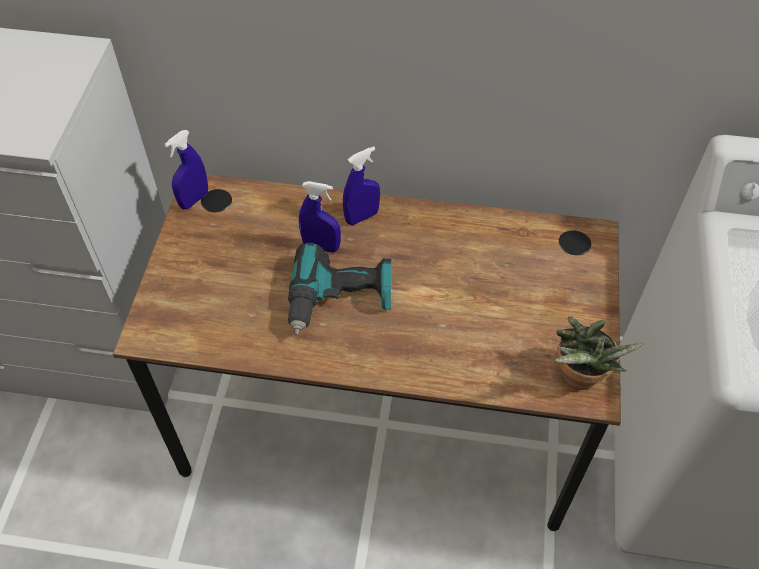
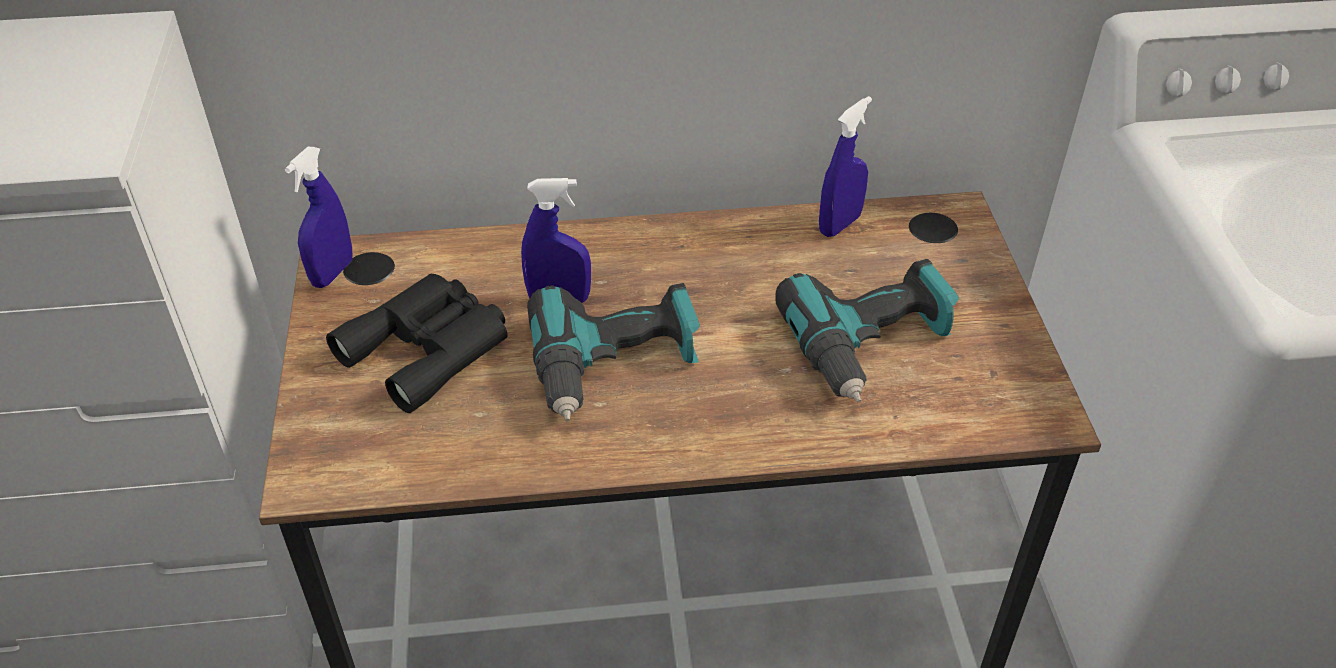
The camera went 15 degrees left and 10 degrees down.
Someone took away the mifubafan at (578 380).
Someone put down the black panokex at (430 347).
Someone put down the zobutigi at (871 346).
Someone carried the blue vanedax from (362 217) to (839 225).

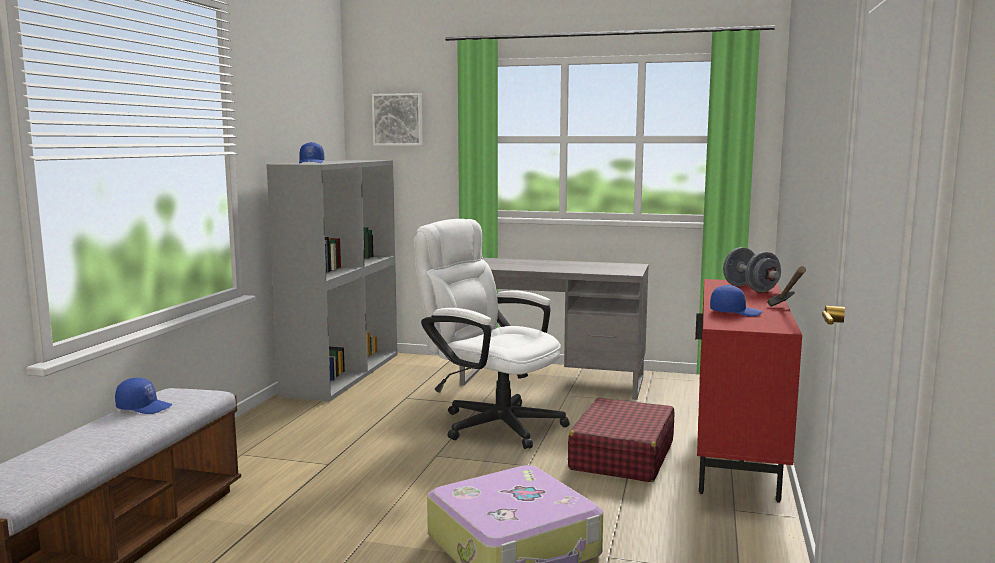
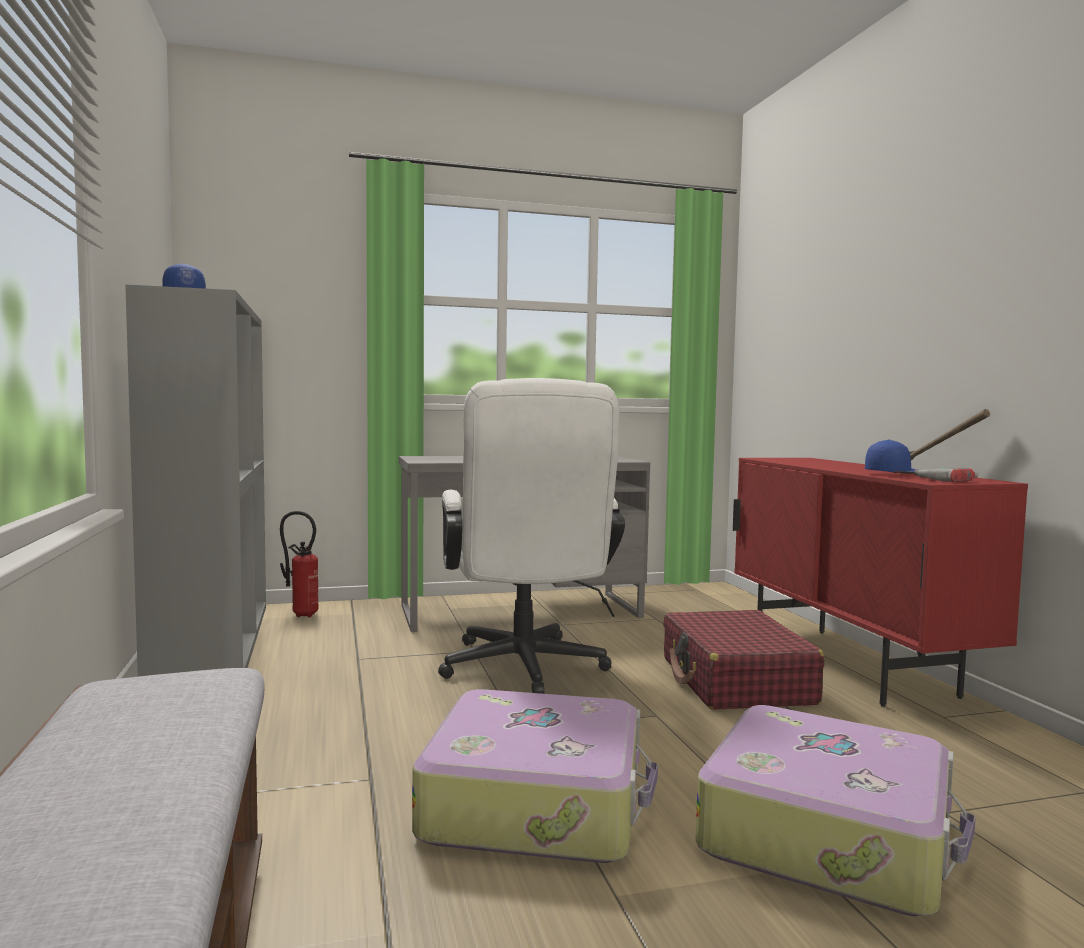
The camera went 30 degrees left and 5 degrees down.
Someone took away the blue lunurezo at (144 407).
Someone took away the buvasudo at (398 119).
Someone took away the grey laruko at (750 288).
Someone put down the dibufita at (301 614).
Someone put down the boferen at (537 802).
Someone put down the zobutigi at (937 479).
Someone rotated the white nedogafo at (491 423) by 105 degrees counterclockwise.

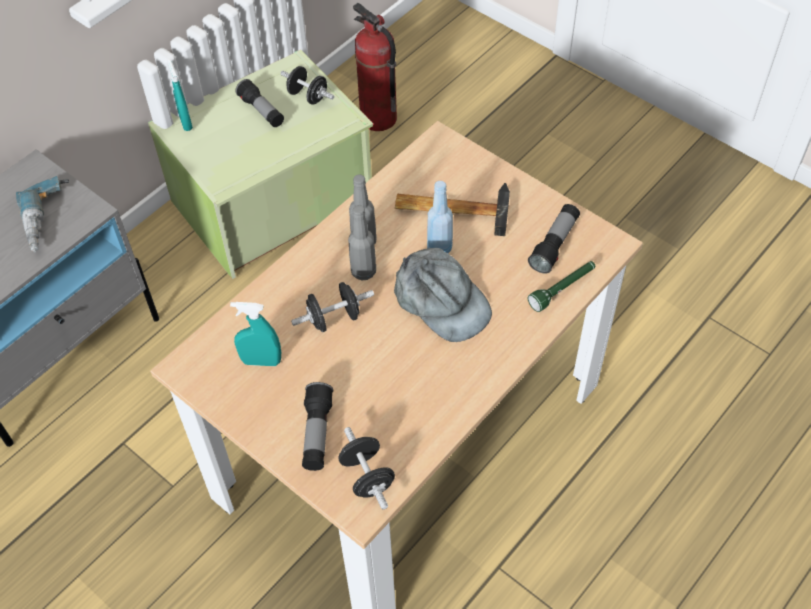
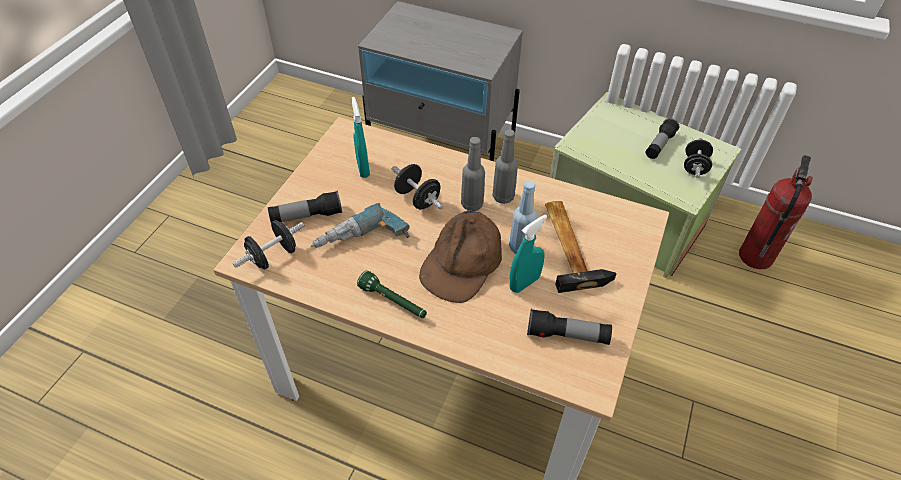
The camera went 70 degrees right and 5 degrees down.
Someone carried the zobutigi from (50 220) to (362 243).
Someone carried the turquoise vanedax from (185 122) to (524 283).
Someone carried the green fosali from (562 289) to (393 302).
Someone repainted the grey lunurezo at (441 301), which became the brown lunurezo at (462 262).

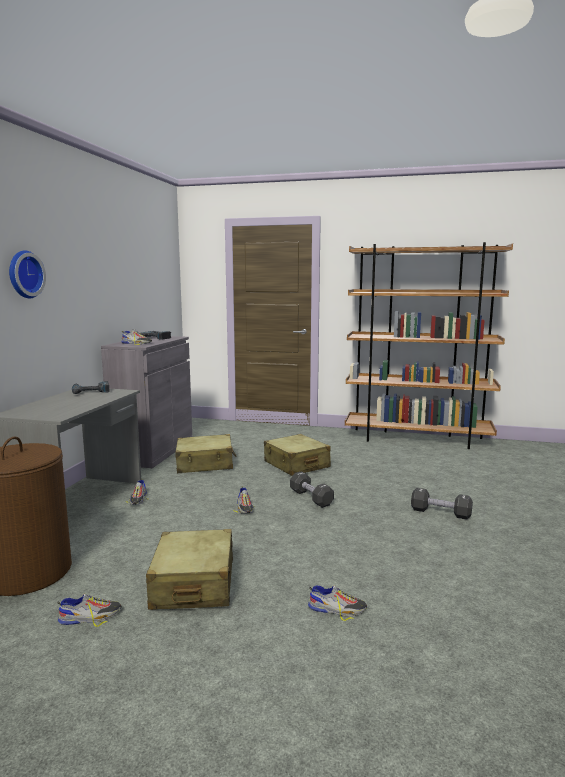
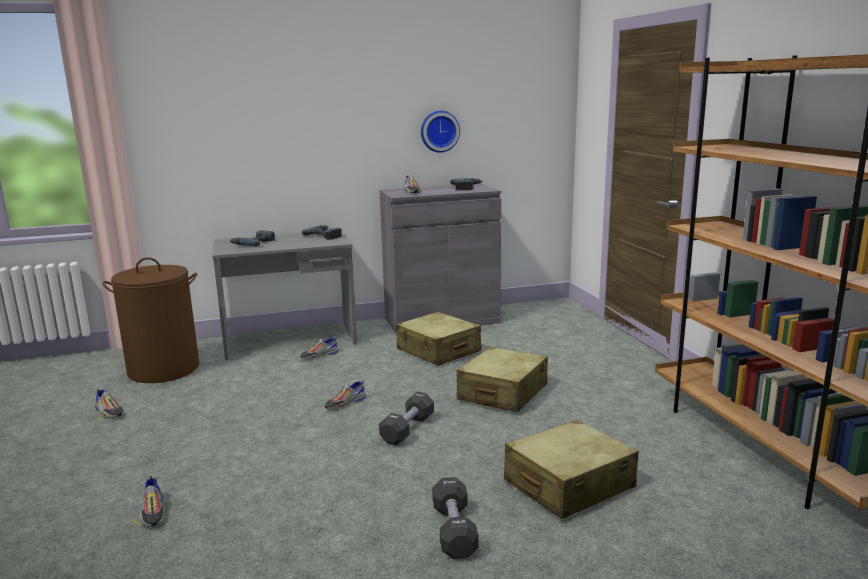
The camera went 60 degrees right and 5 degrees up.
Someone put down the zobutigi at (253 243).
Someone carried the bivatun from (23 274) to (439 131).
Someone carried the beige boferen from (193 584) to (568 485).

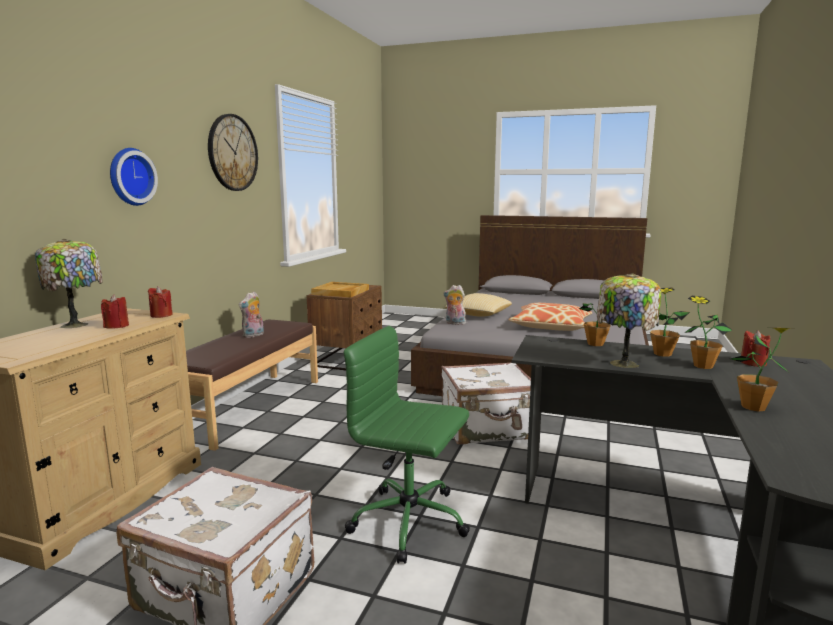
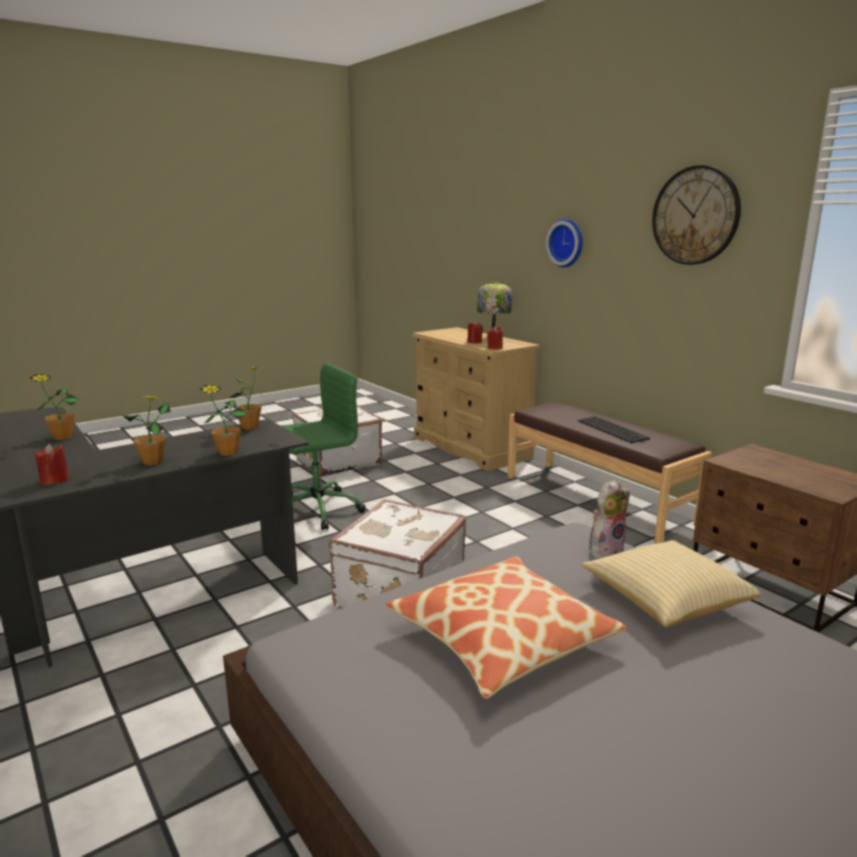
The camera went 125 degrees right and 5 degrees up.
Someone took away the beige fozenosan at (341 292).
Someone took away the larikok at (622 364).
Someone carried the mifubafan from (703 366) to (250 427).
Someone swapped the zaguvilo at (253 335) for the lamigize at (613 429).

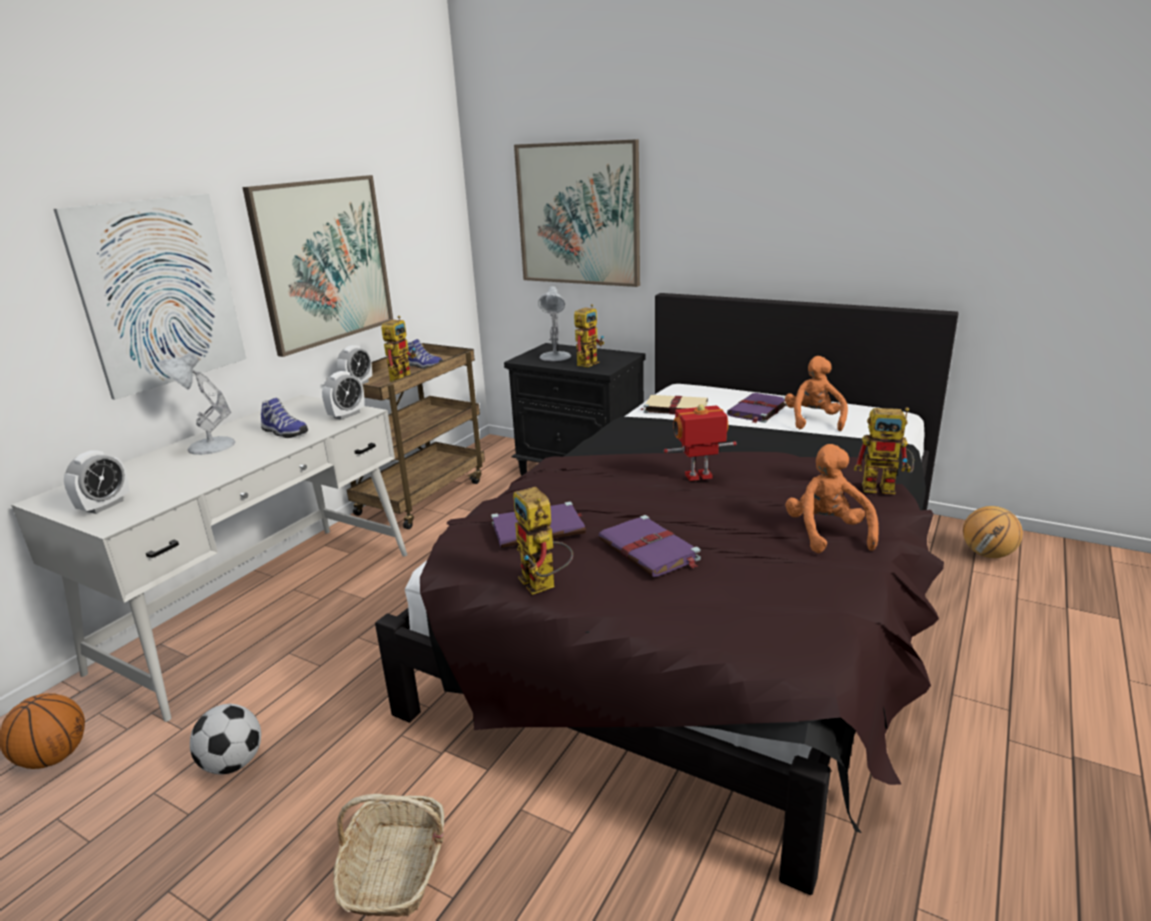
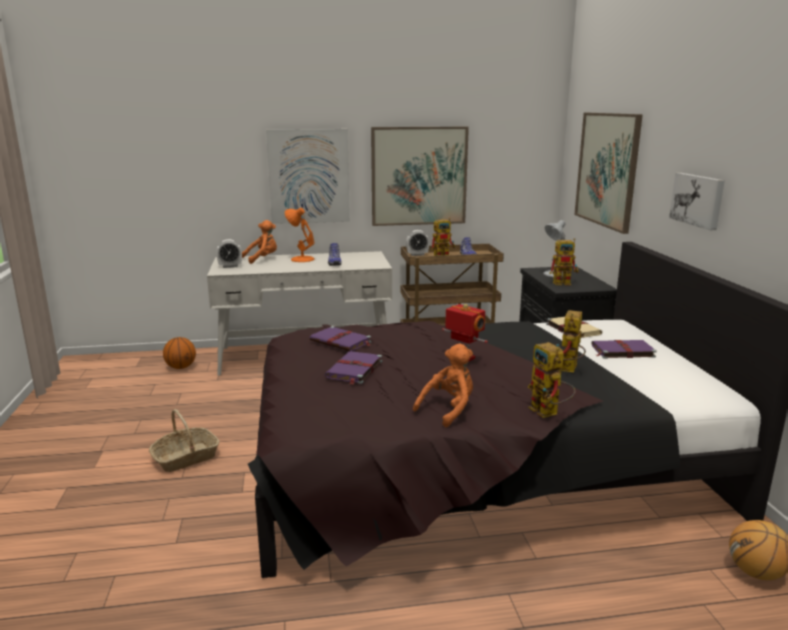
The camera went 50 degrees right and 5 degrees down.
Someone took away the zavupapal at (233 763).
Someone took away the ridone at (347 415).
Someone put up the buvasudo at (698 200).
Someone carried the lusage from (544 585) to (569 370).
Someone carried the orange zaguvilo from (814 421) to (262 259).
Someone repainted the white larikok at (209 446), which became the orange larikok at (301 259).

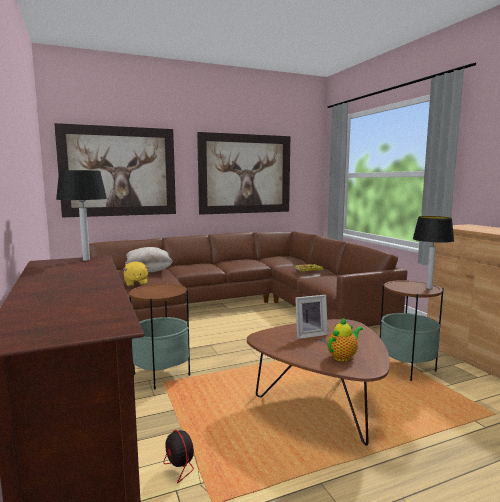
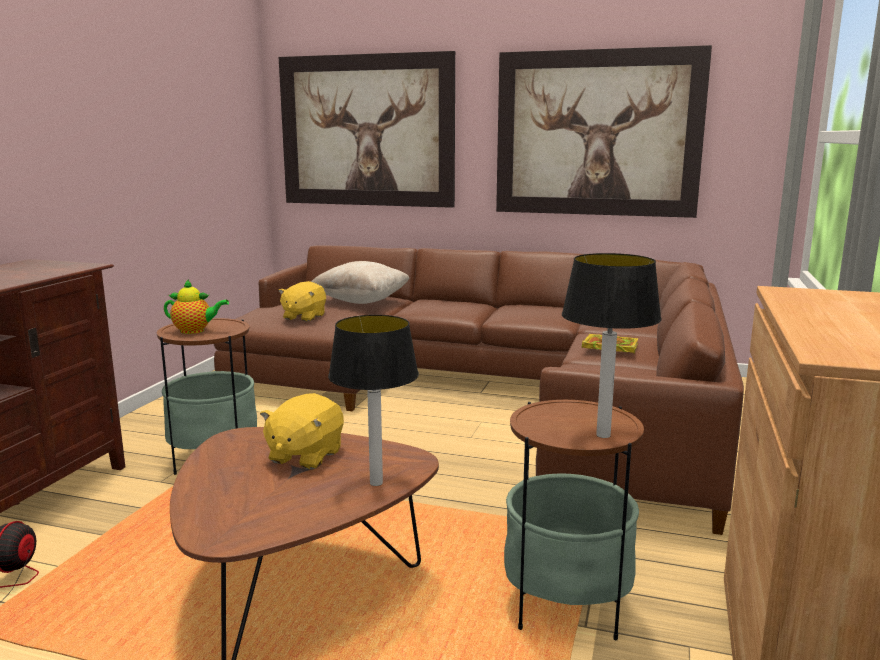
The camera went 40 degrees right and 5 degrees up.
Someone carried the larikok from (85 260) to (375 483).
Someone carried the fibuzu from (343 357) to (195 331).
Someone swapped the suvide at (309 334) for the yellow zaguvilo at (304 456).

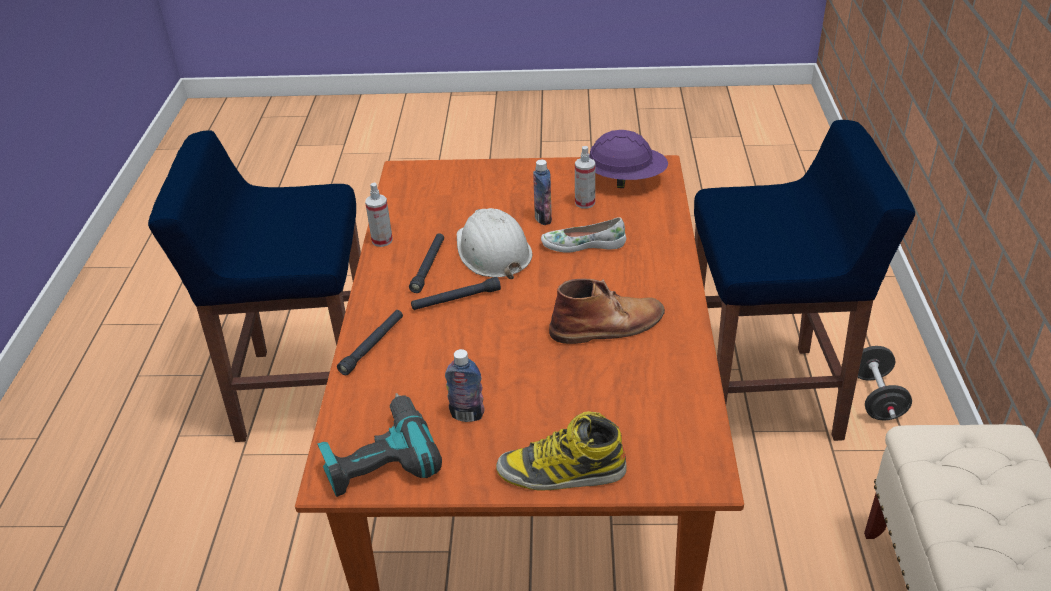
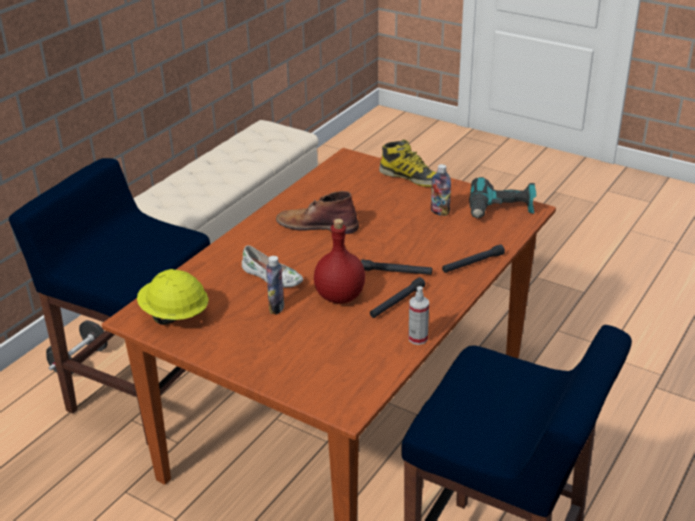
The camera went 150 degrees left and 5 degrees down.
Someone took away the vanedax at (585 203).
Someone swapped the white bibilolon at (492 251) for the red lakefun at (340 296).
Someone repainted the purple bibilolon at (626 180), which became the yellow bibilolon at (174 315).

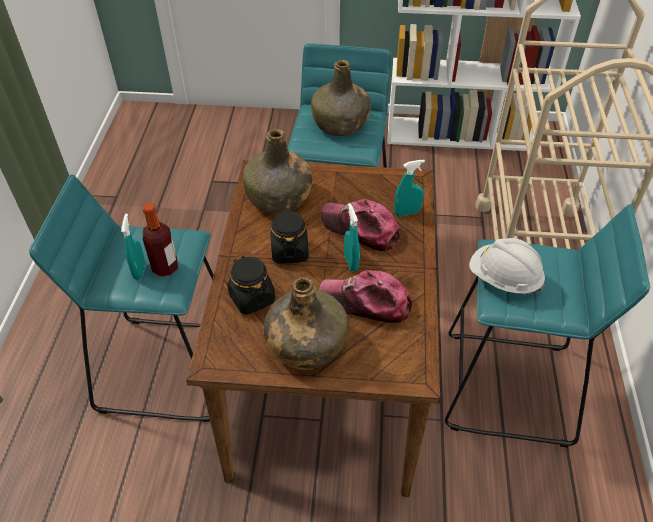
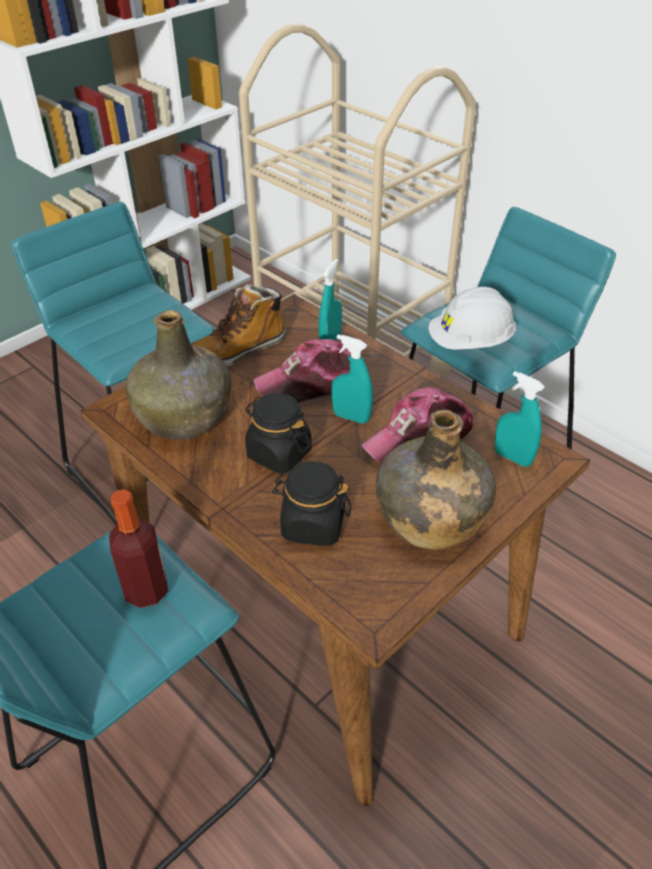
The camera went 50 degrees left and 5 degrees down.
Someone took away the green lakefun at (340 124).
Someone put down the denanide at (238 351).
Someone carried the turquoise vanedax from (139 270) to (512 457).

